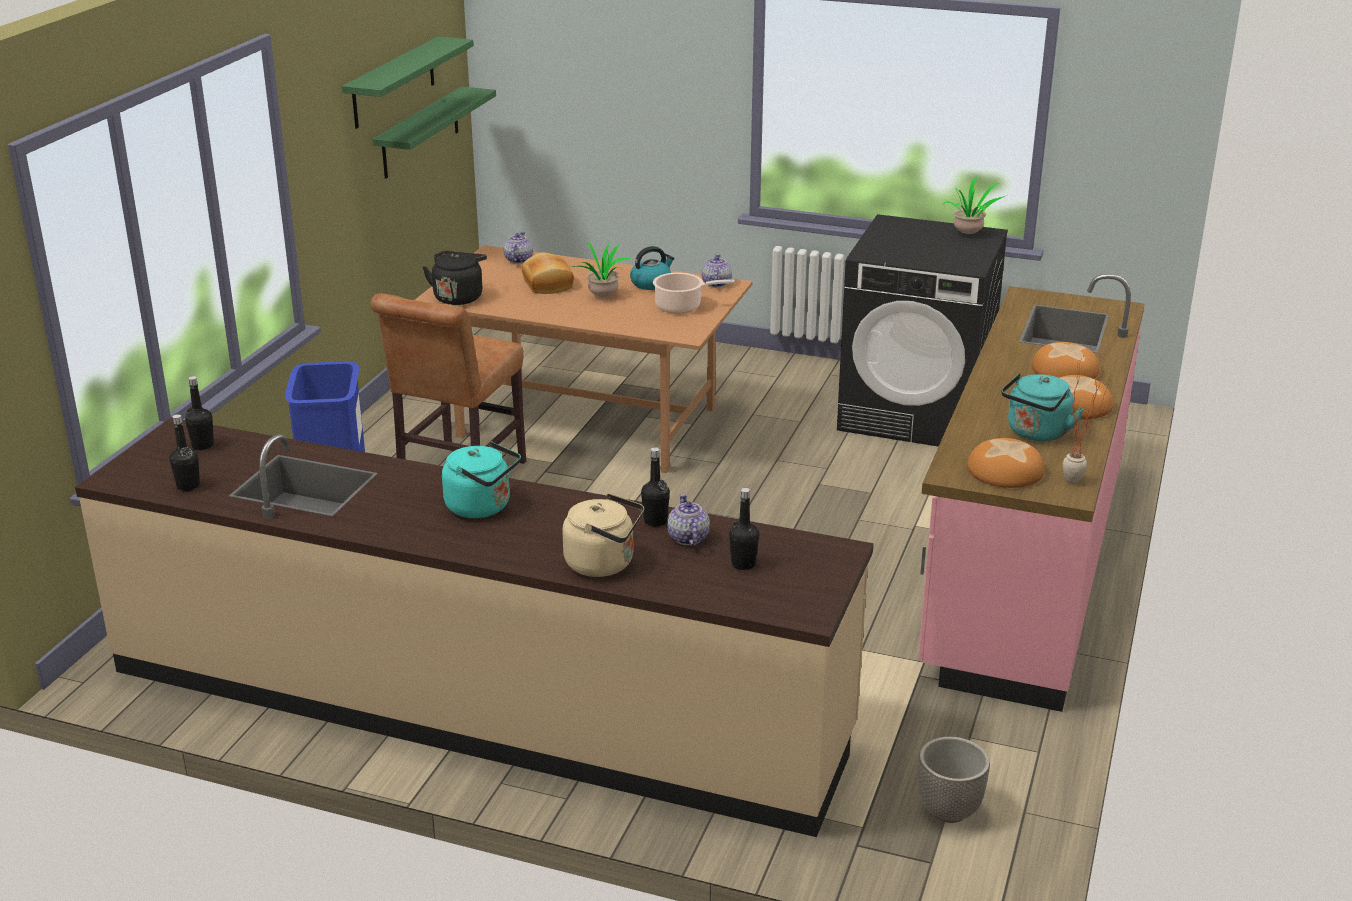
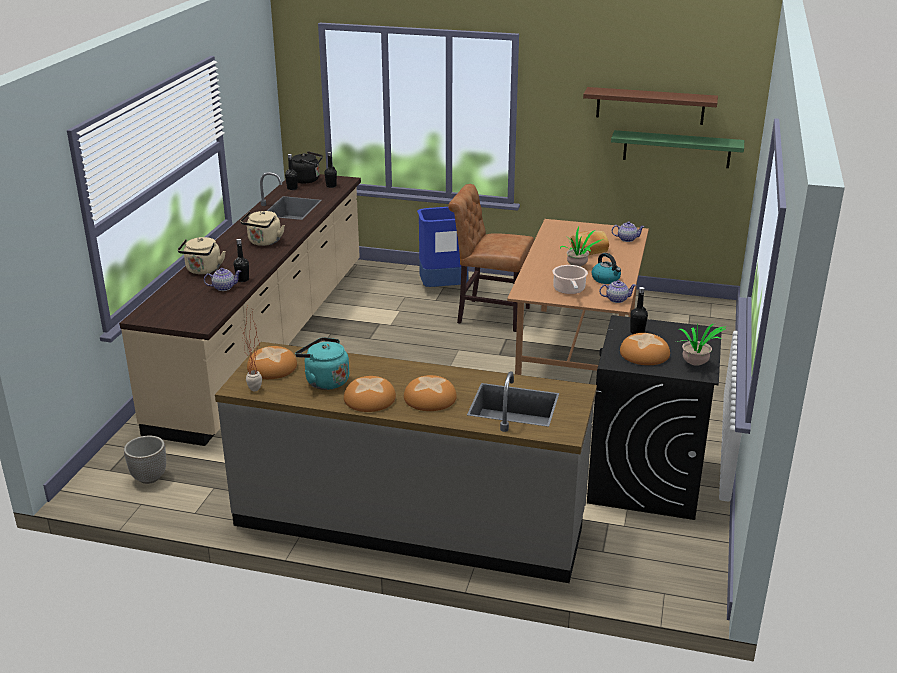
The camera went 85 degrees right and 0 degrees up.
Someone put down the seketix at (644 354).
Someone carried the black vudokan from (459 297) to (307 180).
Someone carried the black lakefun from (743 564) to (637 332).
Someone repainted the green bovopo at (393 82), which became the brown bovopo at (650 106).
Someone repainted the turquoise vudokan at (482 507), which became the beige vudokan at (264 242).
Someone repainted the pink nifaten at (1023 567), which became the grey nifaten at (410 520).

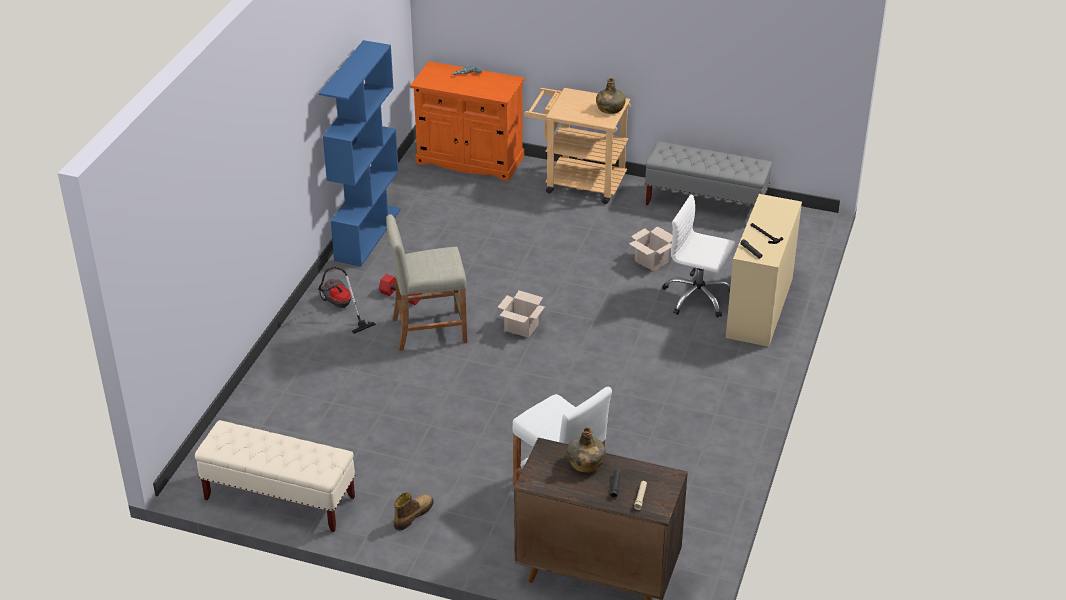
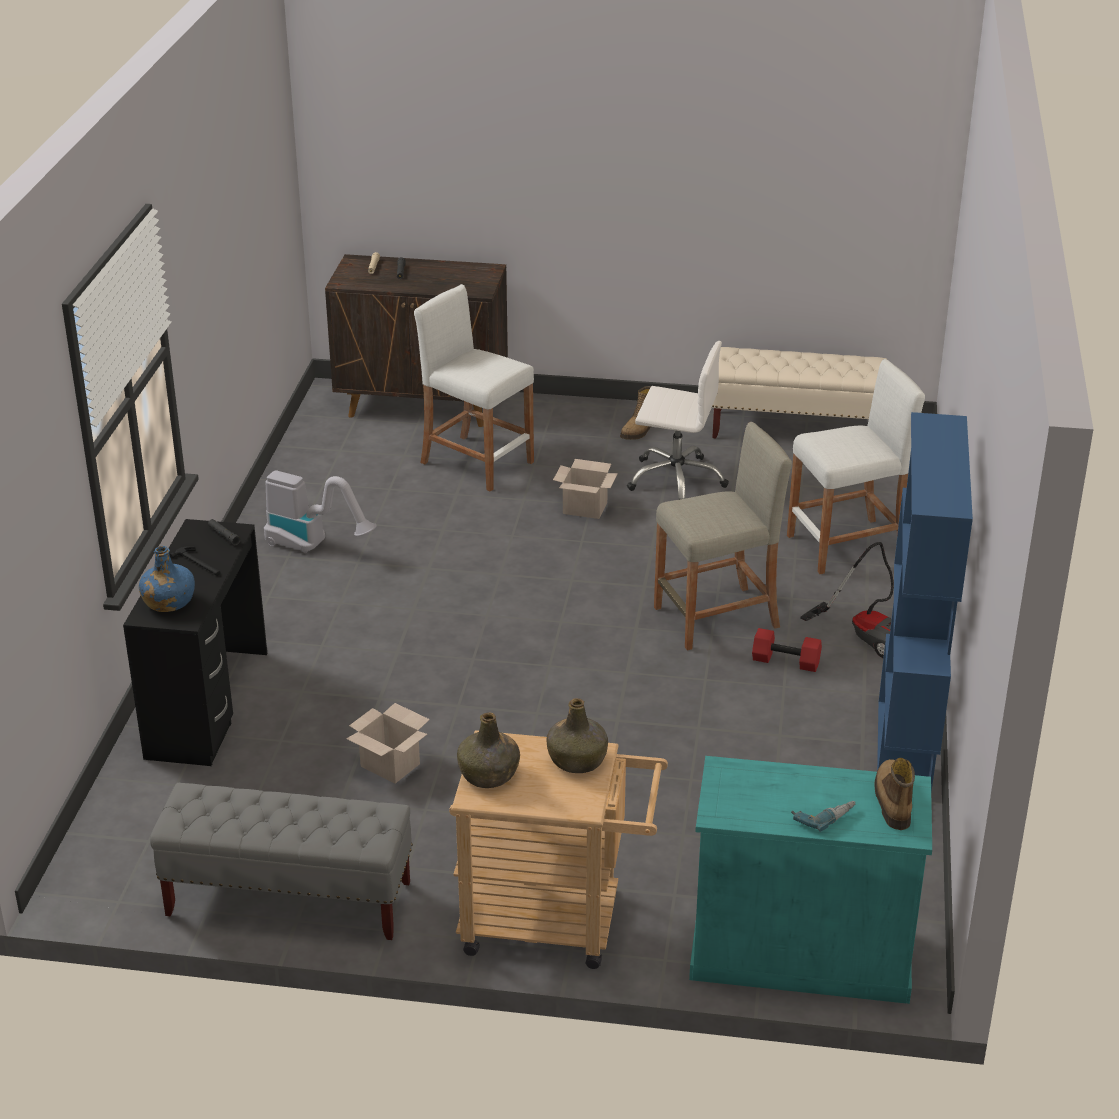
The camera went 170 degrees right and 5 degrees down.
Someone put down the blue lakefun at (168 602).
Someone put down the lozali at (314 546).
Someone put down the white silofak at (847 546).
Someone put down the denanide at (892 801).
Someone carried the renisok from (520 327) to (586 508).
Someone carried the green lakefun from (585 463) to (577 760).
Someone carried the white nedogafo from (697 297) to (676 479).
Someone repainted the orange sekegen at (469 160), which became the turquoise sekegen at (800 954).
Someone repainted the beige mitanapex at (760 308), which became the black mitanapex at (207 704).

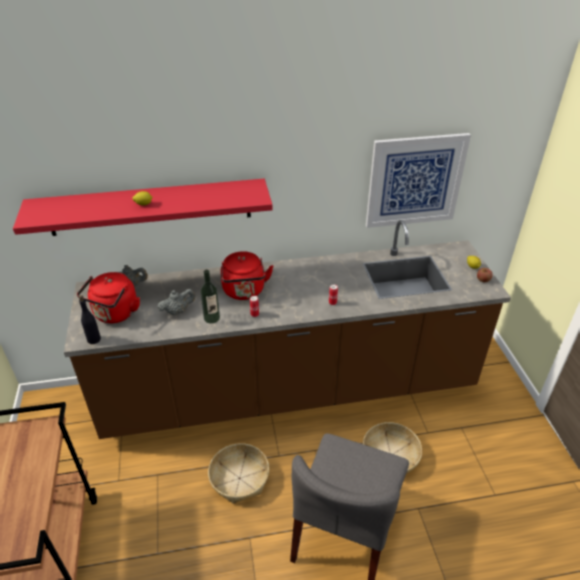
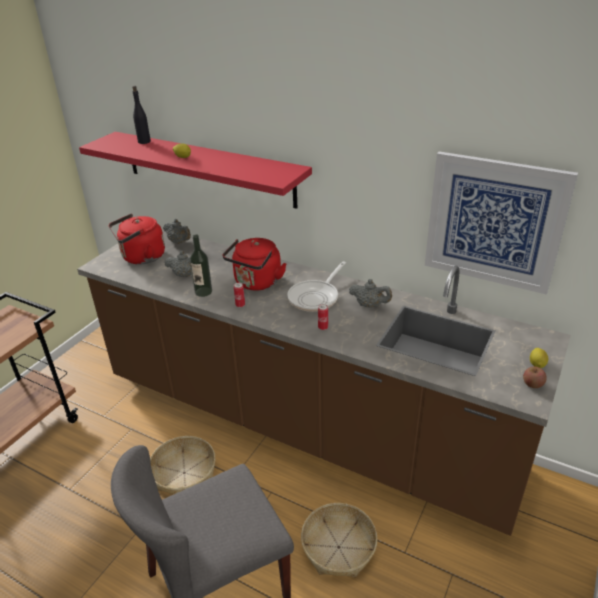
The camera went 40 degrees right and 5 degrees down.
Someone put down the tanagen at (316 297).
Someone put down the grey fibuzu at (369 305).
Someone carried the black lakefun from (93 339) to (144 141).

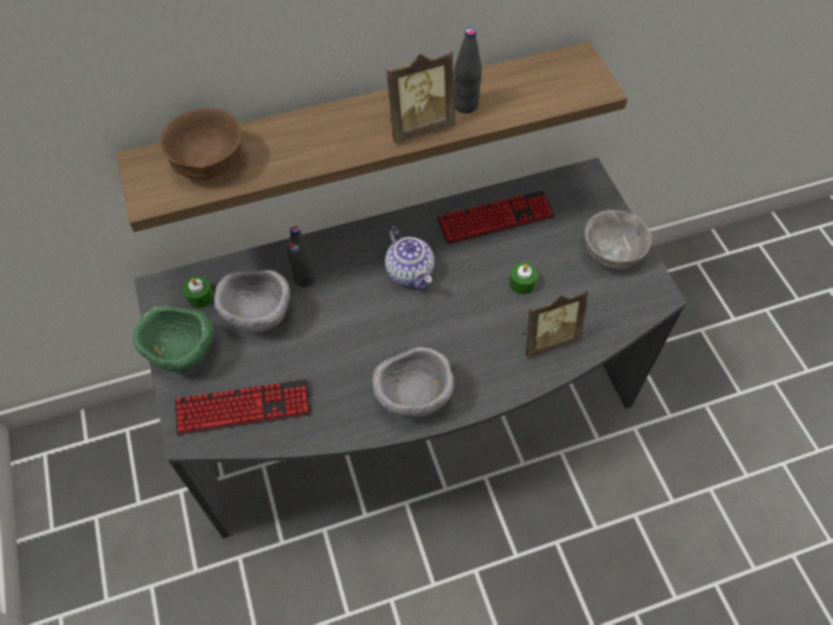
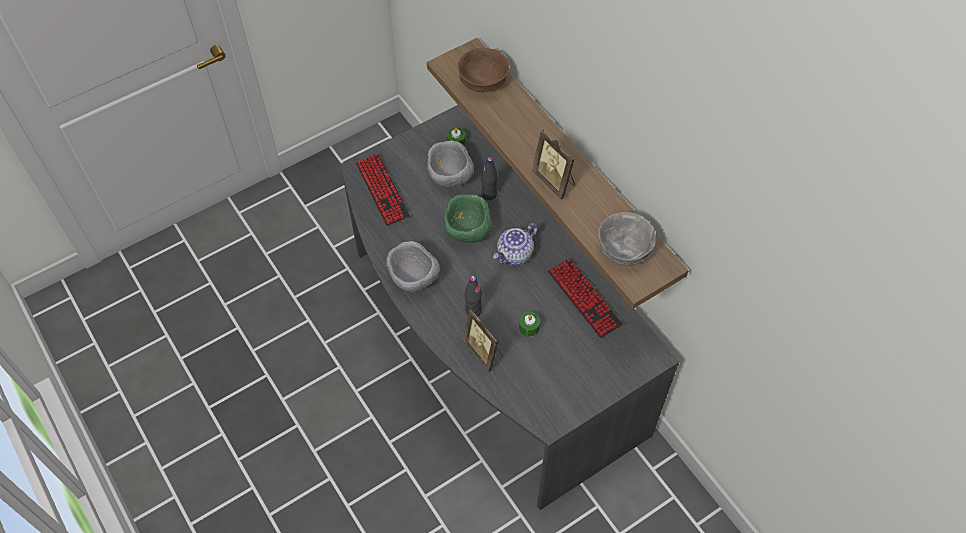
The camera went 75 degrees right and 0 degrees up.
Someone carried the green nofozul from (183 354) to (467 232).
Someone carried the black lakefun from (465 105) to (473 310).
Someone carried the grey nofozul from (611 253) to (625 250).

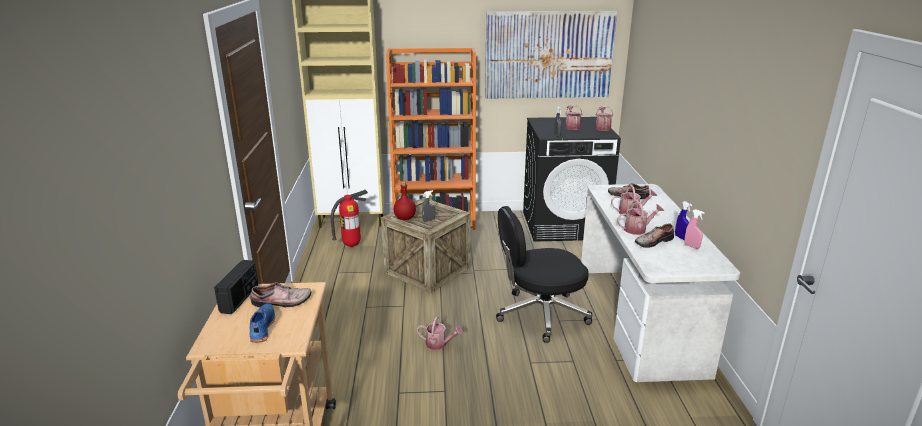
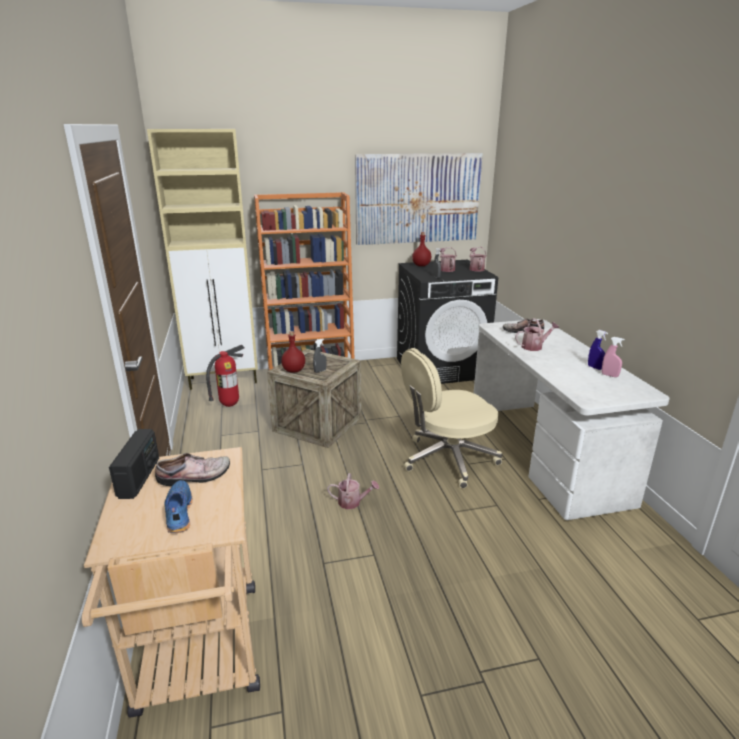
The camera went 10 degrees left and 0 degrees up.
Someone took away the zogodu at (638 229).
Someone took away the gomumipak at (652 241).
Someone put down the red lakefun at (421 265).
Someone repainted the black nedogafo at (540 314), which became the beige nedogafo at (447 459).

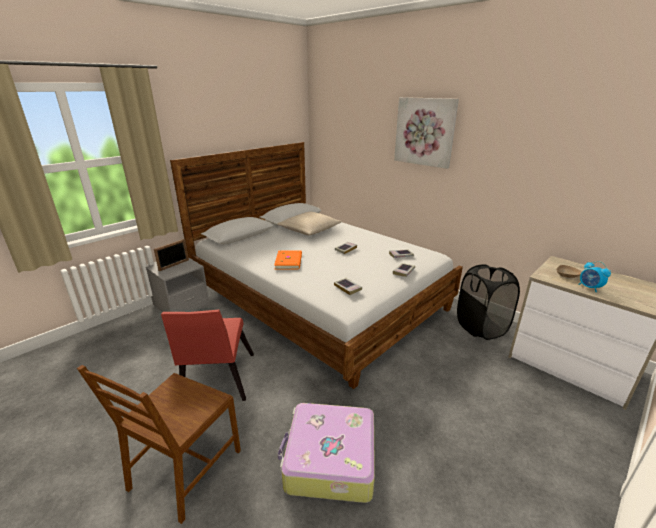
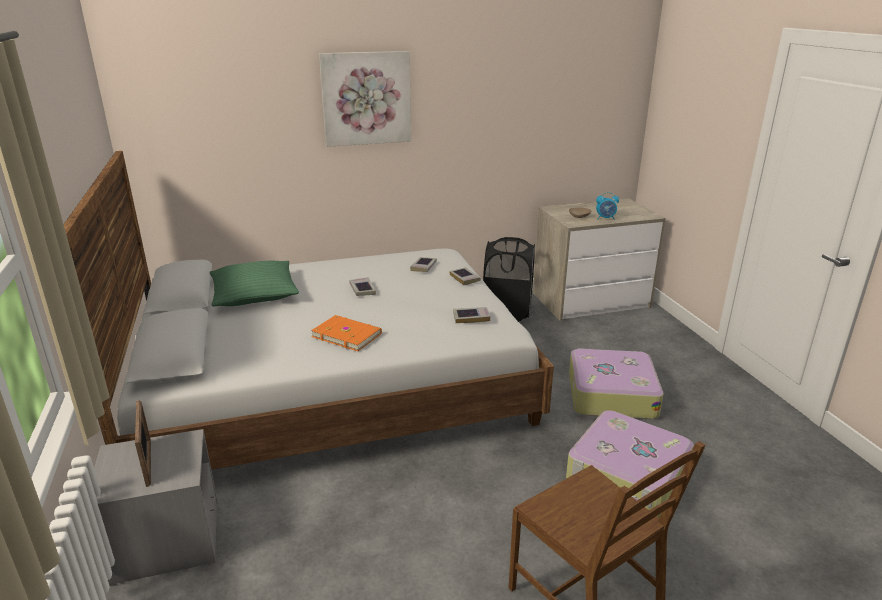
The camera went 60 degrees left and 0 degrees up.
Someone took away the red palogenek at (217 382).
Someone put down the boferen at (610 394).
Someone repainted the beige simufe at (309 229), which became the green simufe at (254 294).

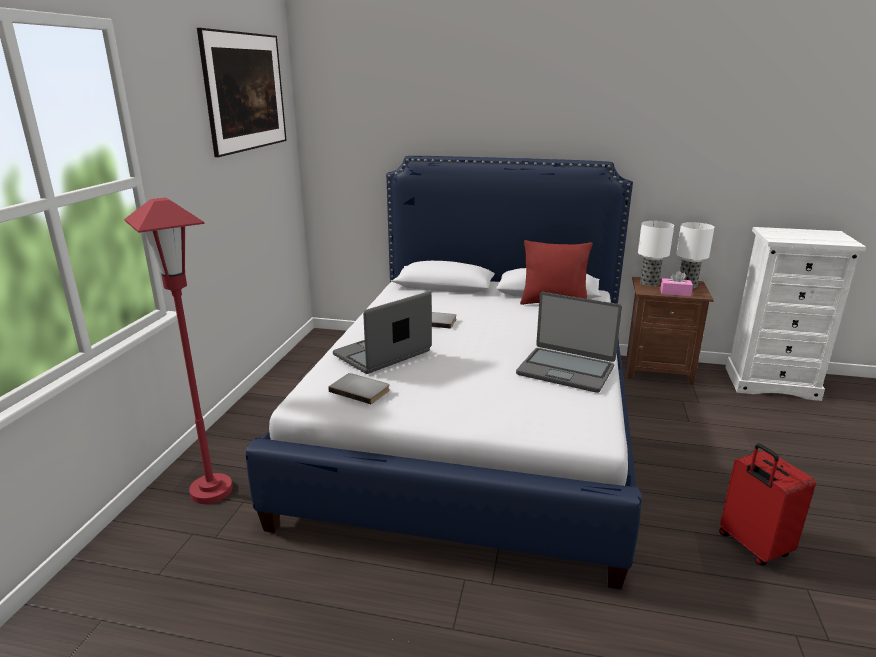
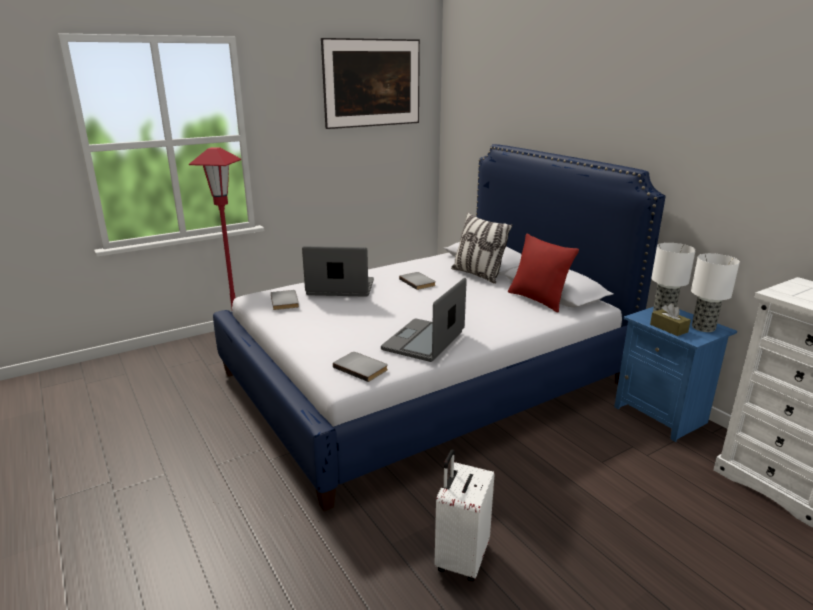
The camera went 45 degrees right and 0 degrees up.
Someone put down the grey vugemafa at (361 368).
Someone put down the simufe at (477 275).
Someone repainted the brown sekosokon at (657 370), which became the blue sekosokon at (661 414).
Someone repainted the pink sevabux at (675 293), which became the brown sevabux at (668 328).
Someone repainted the red boferen at (752 546), which became the white boferen at (461 558).
Someone rotated the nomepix at (566 370) by 45 degrees clockwise.

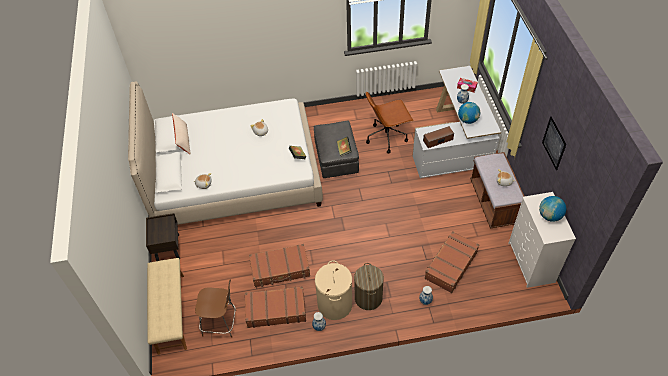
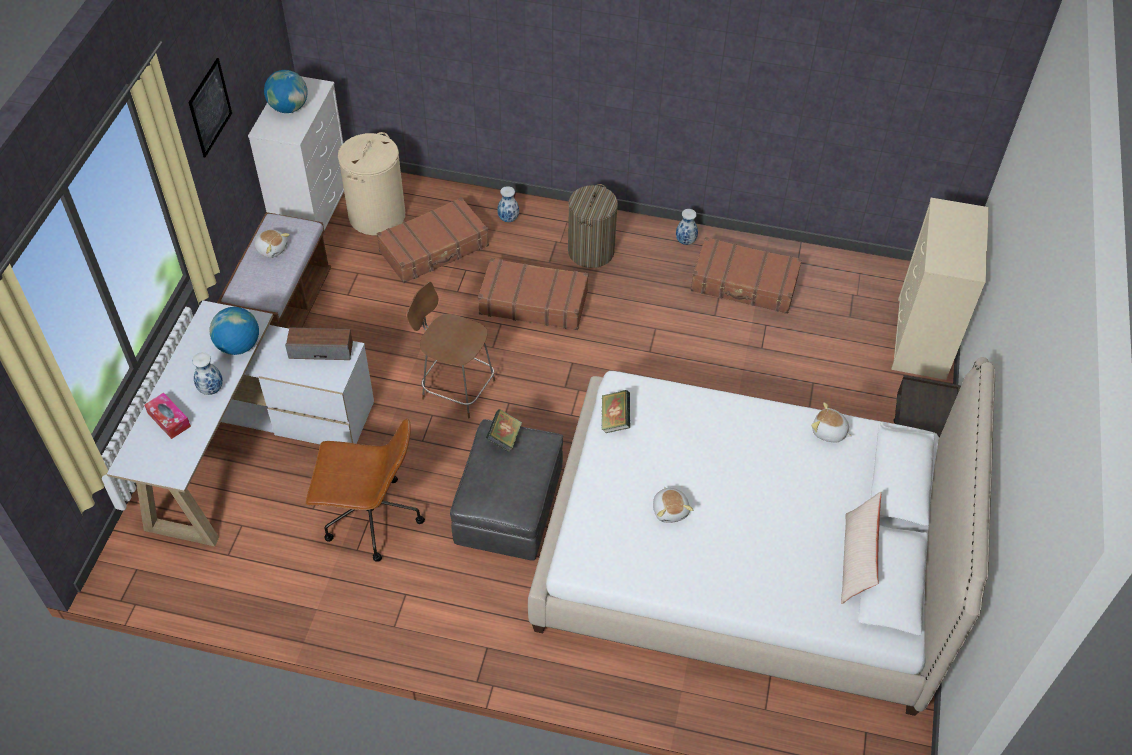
The camera went 160 degrees left and 0 degrees up.
Someone carried the brown palogenek from (221 323) to (456 388).
Someone carried the brown boferen from (280 269) to (533 302).
Someone carried the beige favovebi from (335 304) to (377 215).
Someone swapped the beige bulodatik at (170 313) for the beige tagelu at (921 339).

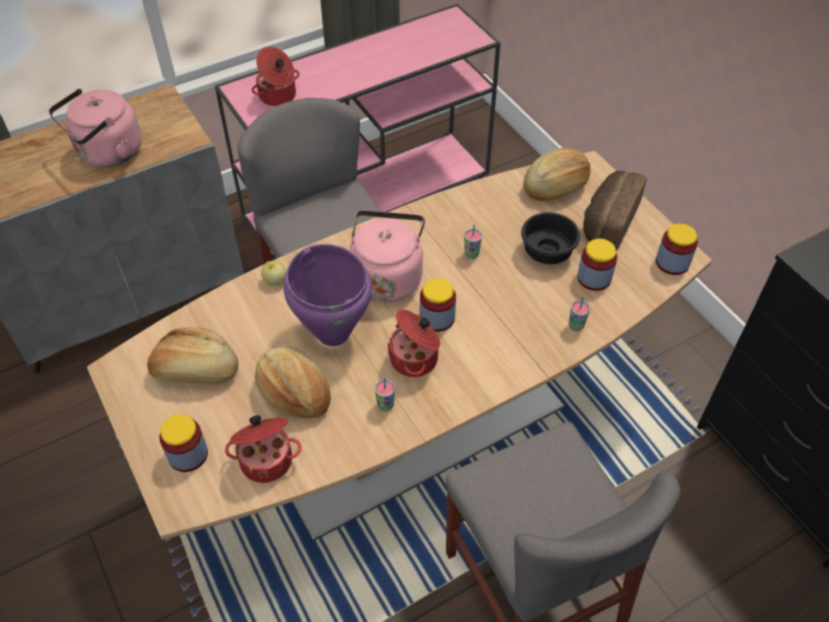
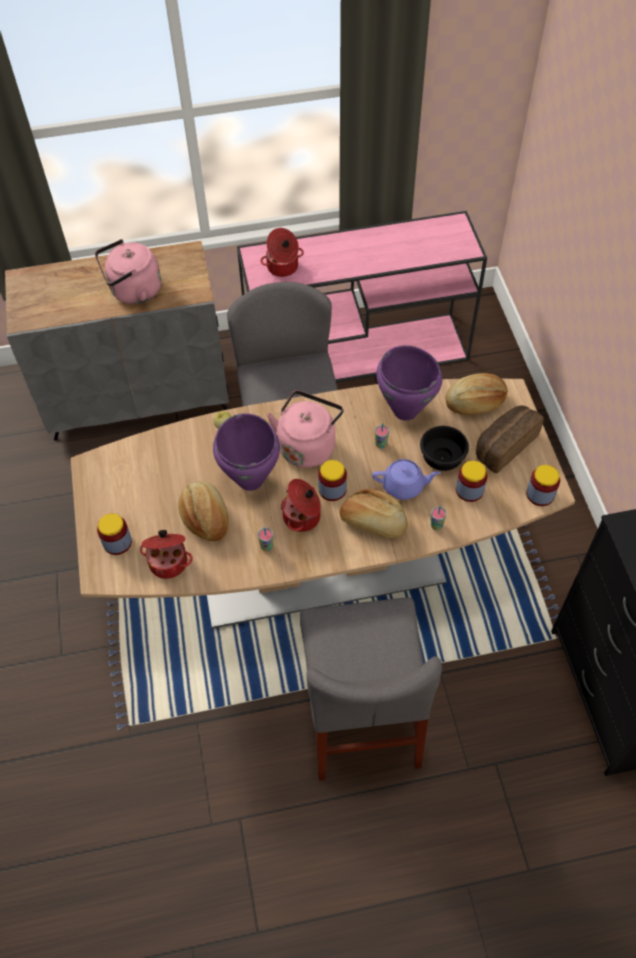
The camera went 20 degrees right and 5 degrees up.
Someone put down the purple fibuzu at (404 486).
Someone put down the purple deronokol at (405 410).
Someone carried the seketix from (196 371) to (373 522).

